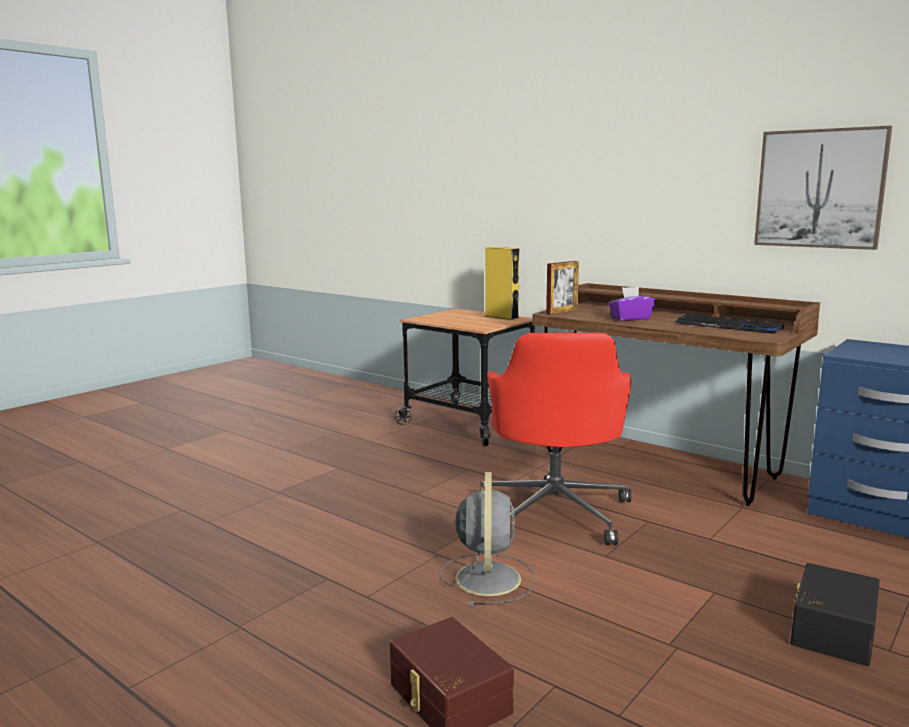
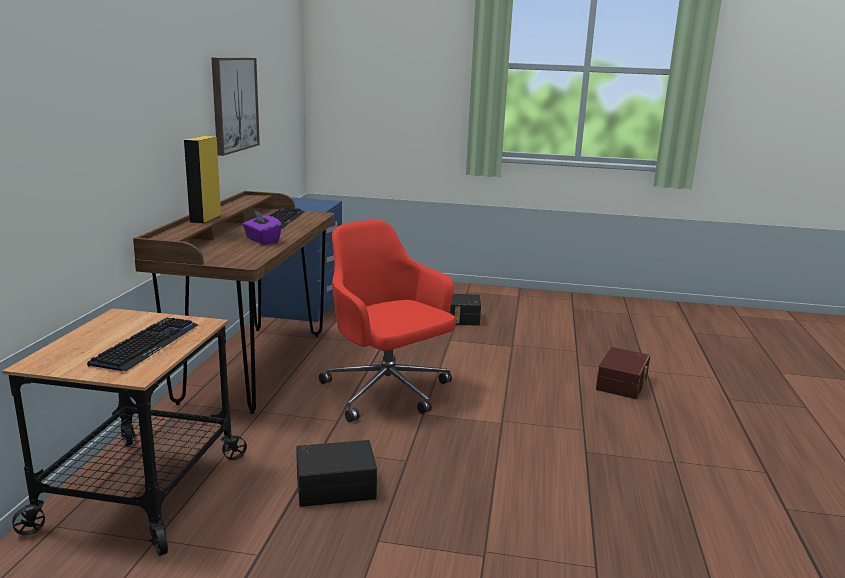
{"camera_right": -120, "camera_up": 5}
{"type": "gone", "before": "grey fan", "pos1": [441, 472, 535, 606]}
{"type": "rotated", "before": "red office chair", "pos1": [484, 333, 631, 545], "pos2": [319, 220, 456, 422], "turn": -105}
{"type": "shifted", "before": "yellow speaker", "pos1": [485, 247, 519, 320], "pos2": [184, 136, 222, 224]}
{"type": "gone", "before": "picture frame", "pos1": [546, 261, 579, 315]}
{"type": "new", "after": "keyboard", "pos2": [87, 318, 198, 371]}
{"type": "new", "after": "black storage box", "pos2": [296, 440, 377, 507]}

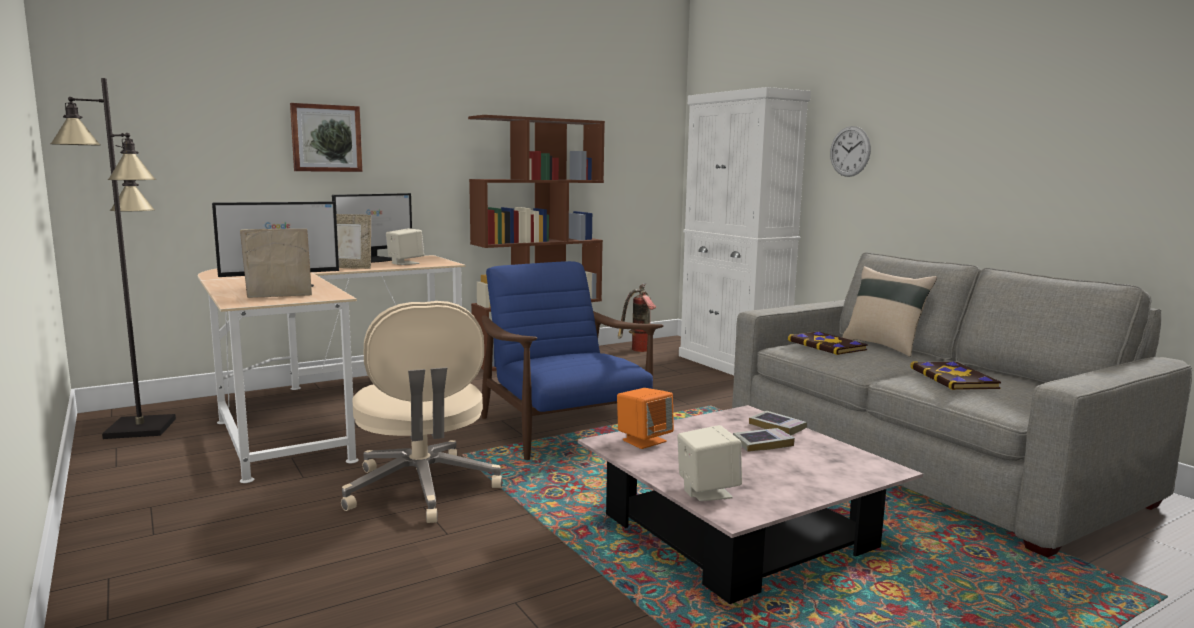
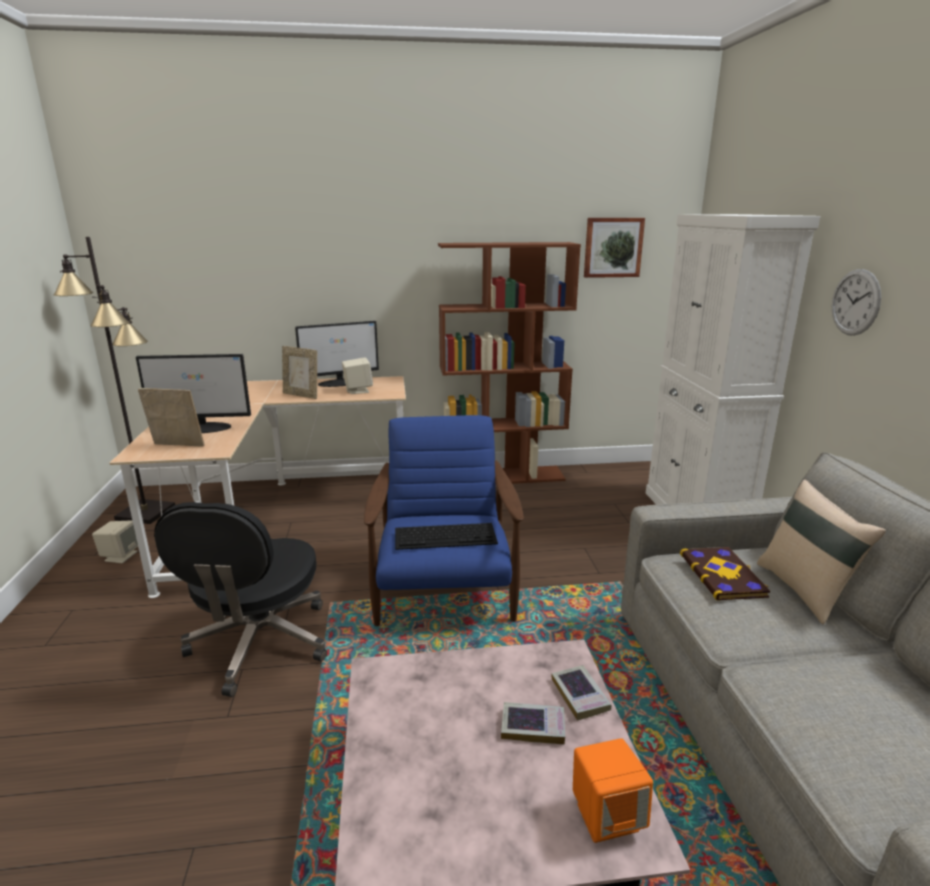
{"camera_right": 25, "camera_up": 10}
{"type": "shifted", "before": "picture", "pos1": [290, 103, 362, 172], "pos2": [584, 218, 645, 278]}
{"type": "repainted", "before": "beige office chair", "after": "black office chair", "pos1": [341, 301, 502, 523], "pos2": [154, 502, 327, 697]}
{"type": "shifted", "before": "orange speaker", "pos1": [617, 388, 674, 449], "pos2": [573, 738, 653, 843]}
{"type": "gone", "before": "fire extinguisher", "pos1": [618, 284, 657, 352]}
{"type": "shifted", "before": "beige speaker", "pos1": [677, 425, 742, 501], "pos2": [92, 521, 138, 563]}
{"type": "gone", "before": "book", "pos1": [910, 361, 1001, 390]}
{"type": "new", "after": "keyboard", "pos2": [395, 523, 498, 550]}

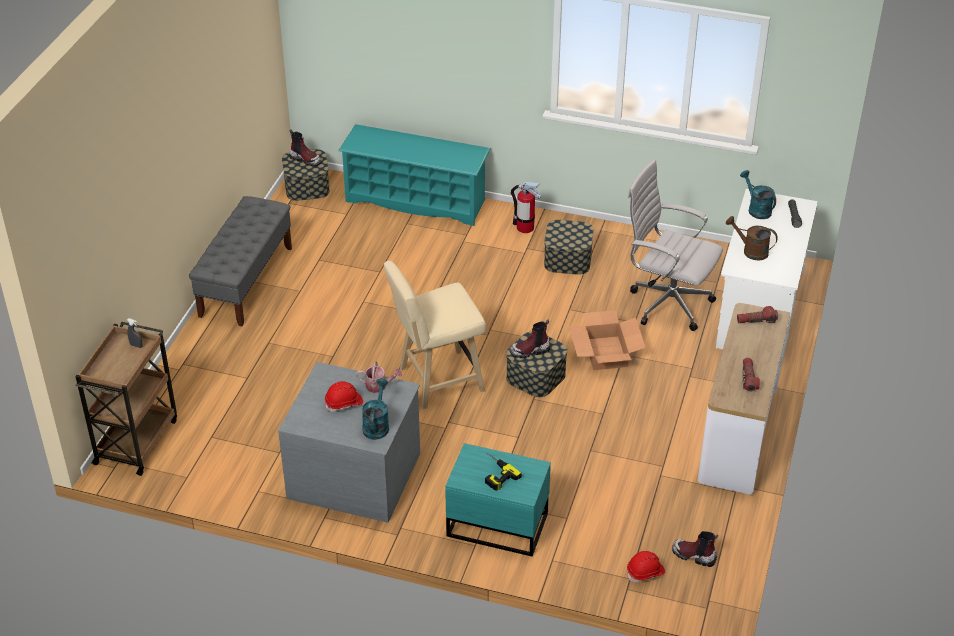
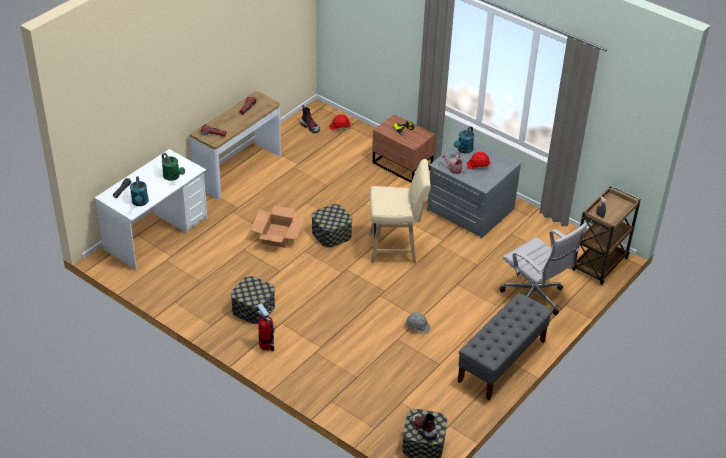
{"camera_right": -160, "camera_up": 0}
{"type": "gone", "before": "turquoise shoe rack", "pos1": [338, 124, 491, 226]}
{"type": "repainted", "before": "turquoise nightstand", "after": "brown nightstand", "pos1": [445, 443, 551, 557], "pos2": [372, 114, 435, 182]}
{"type": "gone", "before": "boot", "pos1": [510, 320, 550, 358]}
{"type": "shifted", "before": "white office chair", "pos1": [628, 159, 723, 331], "pos2": [500, 223, 587, 315]}
{"type": "repainted", "before": "brown watering can", "after": "green watering can", "pos1": [726, 216, 778, 261], "pos2": [162, 153, 185, 181]}
{"type": "new", "after": "grey hard hat", "pos2": [405, 312, 430, 334]}

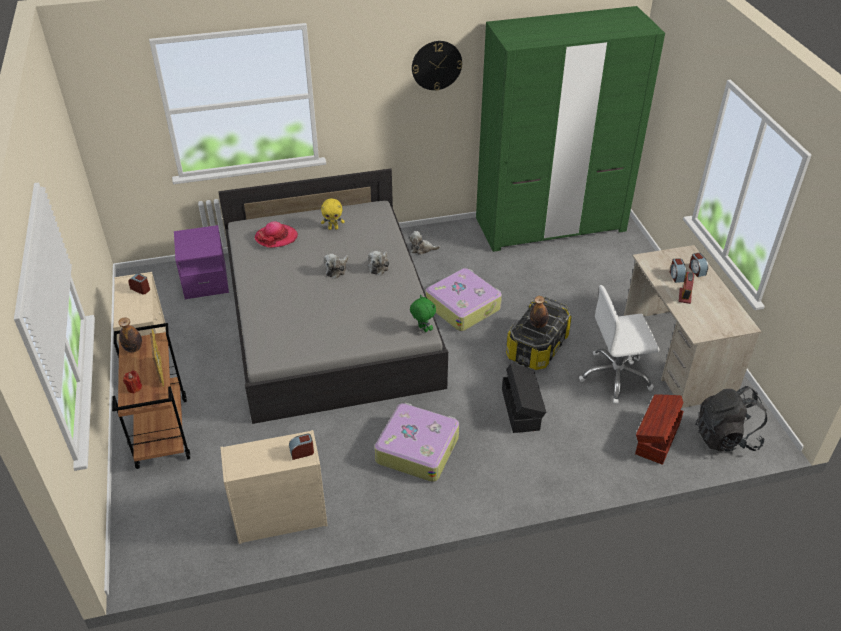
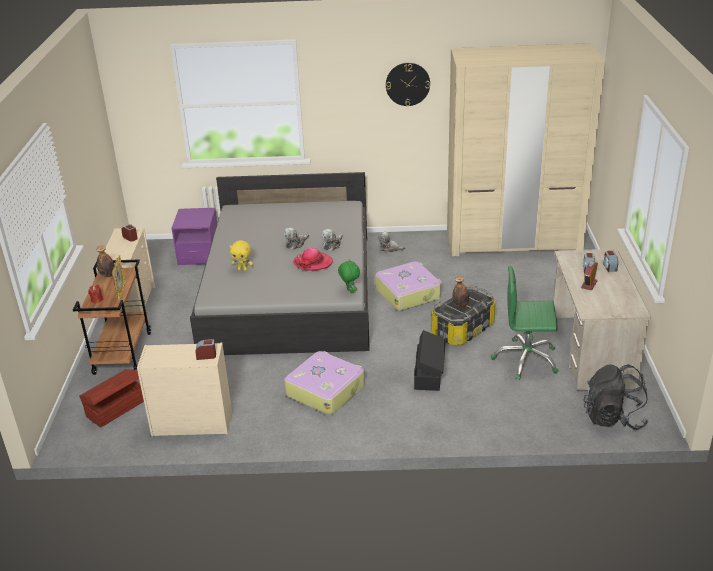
{"camera_right": 15, "camera_up": -10}
{"type": "shifted", "before": "hat", "pos1": [255, 221, 298, 248], "pos2": [293, 248, 333, 271]}
{"type": "shifted", "before": "yellow plush toy", "pos1": [321, 198, 345, 230], "pos2": [230, 240, 253, 271]}
{"type": "repainted", "before": "green wardrobe", "after": "beige wardrobe", "pos1": [476, 6, 665, 252], "pos2": [447, 43, 606, 257]}
{"type": "repainted", "before": "white office chair", "after": "green office chair", "pos1": [579, 285, 660, 404], "pos2": [491, 266, 559, 380]}
{"type": "shifted", "before": "brown storage box", "pos1": [635, 394, 684, 465], "pos2": [79, 369, 144, 428]}

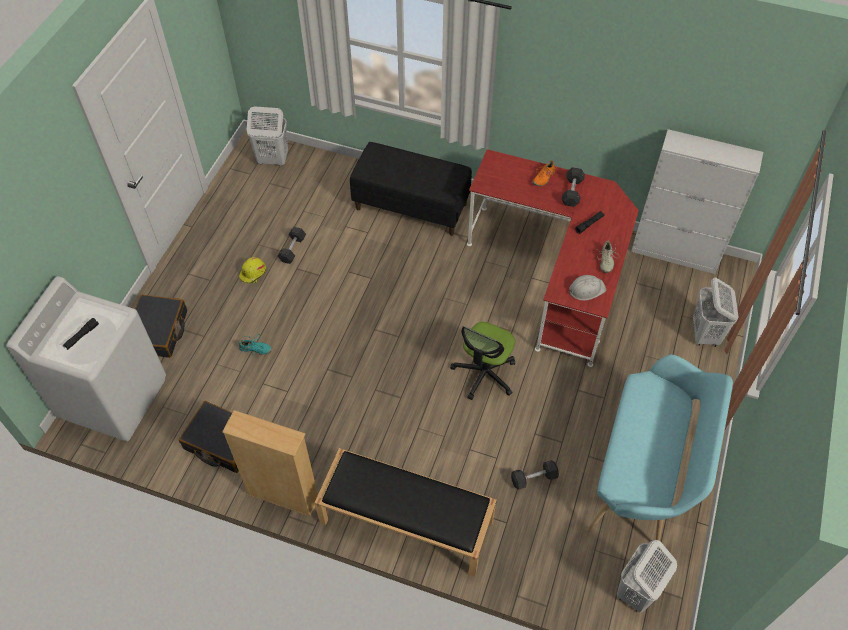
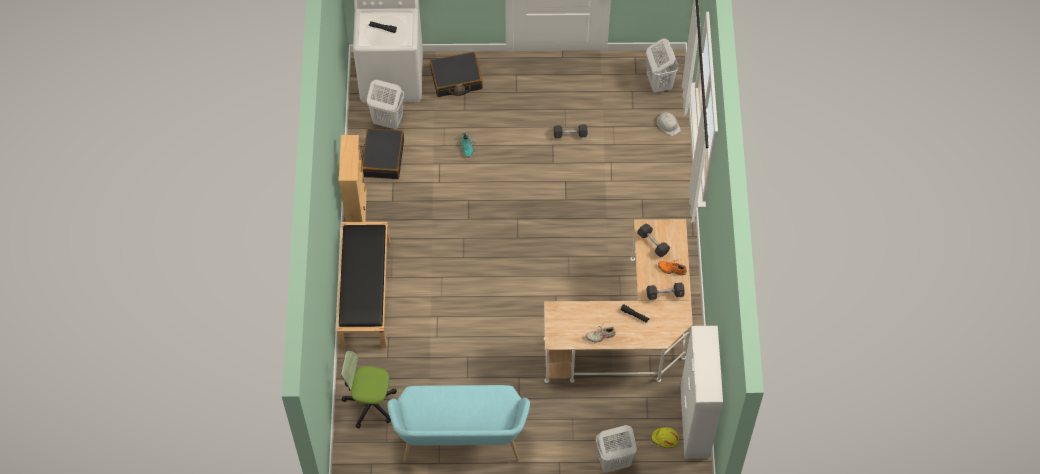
{"camera_right": 70, "camera_up": 5}
{"type": "shifted", "before": "yellow hard hat", "pos1": [239, 257, 266, 283], "pos2": [652, 427, 679, 448]}
{"type": "gone", "before": "black bench", "pos1": [350, 142, 472, 236]}
{"type": "shifted", "before": "office chair", "pos1": [450, 322, 515, 400], "pos2": [341, 350, 397, 429]}
{"type": "repainted", "before": "red desk", "after": "beige desk", "pos1": [467, 149, 639, 367], "pos2": [544, 219, 693, 383]}
{"type": "shifted", "before": "grey dumbbell", "pos1": [511, 460, 559, 489], "pos2": [637, 223, 670, 257]}
{"type": "shifted", "before": "white hard hat", "pos1": [568, 275, 606, 301], "pos2": [657, 112, 681, 136]}
{"type": "shifted", "before": "white laundry basket", "pos1": [617, 540, 677, 613], "pos2": [367, 80, 404, 129]}

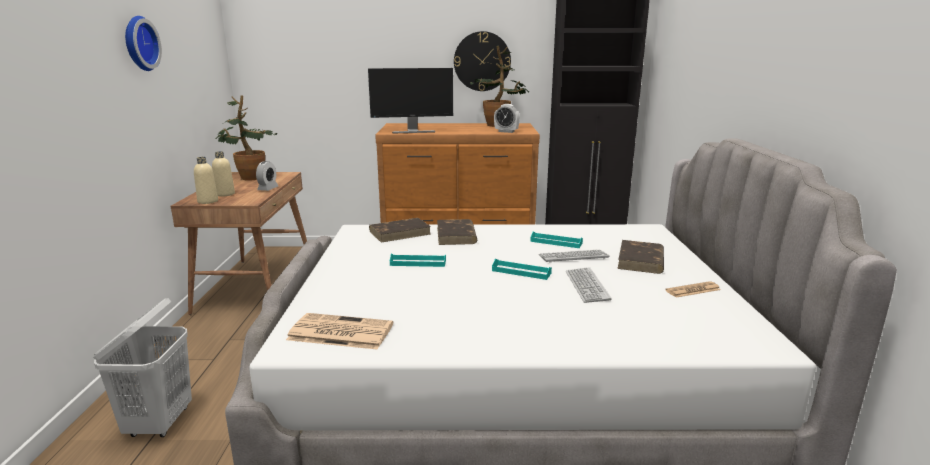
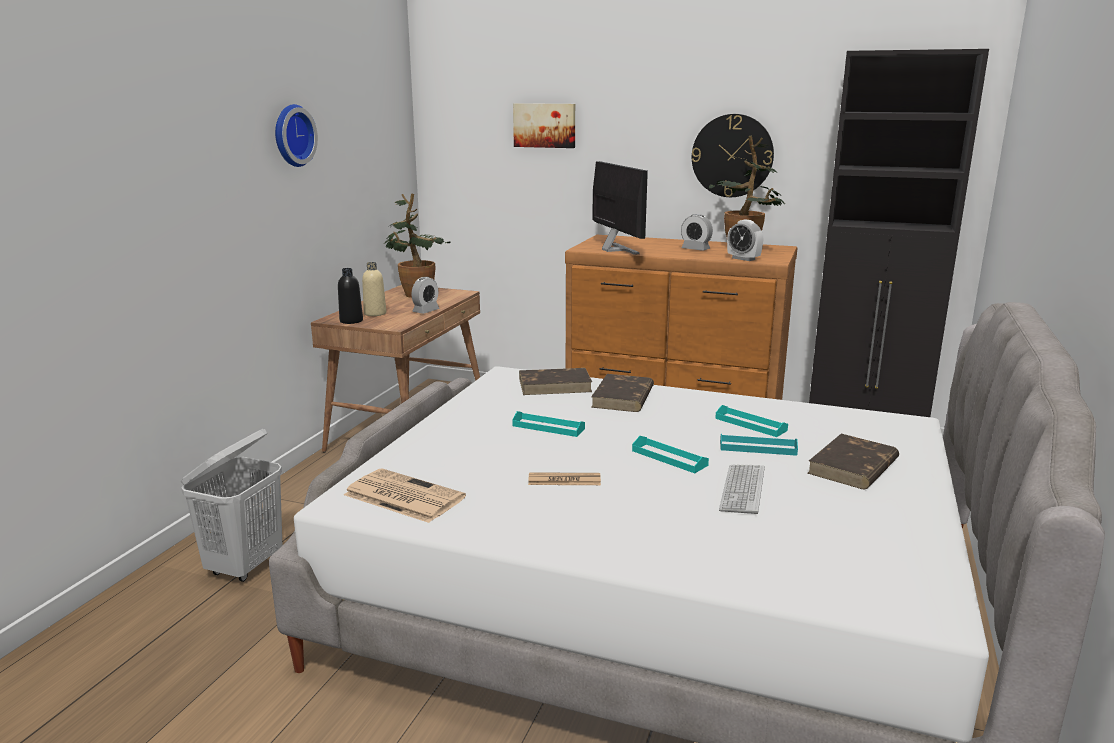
{"camera_right": 20, "camera_up": 0}
{"type": "repainted", "before": "beige bottle", "after": "black bottle", "pos1": [194, 157, 218, 204], "pos2": [338, 268, 363, 324]}
{"type": "rotated", "before": "monitor", "pos1": [368, 68, 453, 134], "pos2": [592, 161, 648, 255], "turn": -120}
{"type": "swapped", "before": "keyboard", "after": "turquoise tray", "pos1": [539, 250, 609, 263], "pos2": [720, 434, 798, 456]}
{"type": "shifted", "before": "newspaper", "pos1": [665, 281, 721, 298], "pos2": [528, 472, 601, 485]}
{"type": "new", "after": "picture", "pos2": [513, 103, 575, 148]}
{"type": "new", "after": "alarm clock", "pos2": [681, 214, 713, 251]}

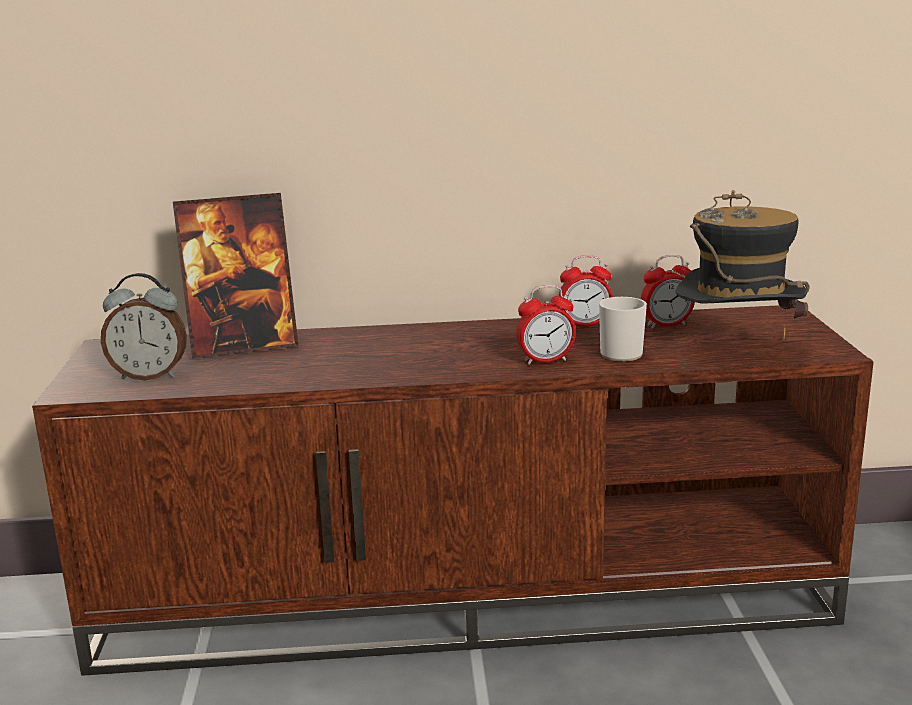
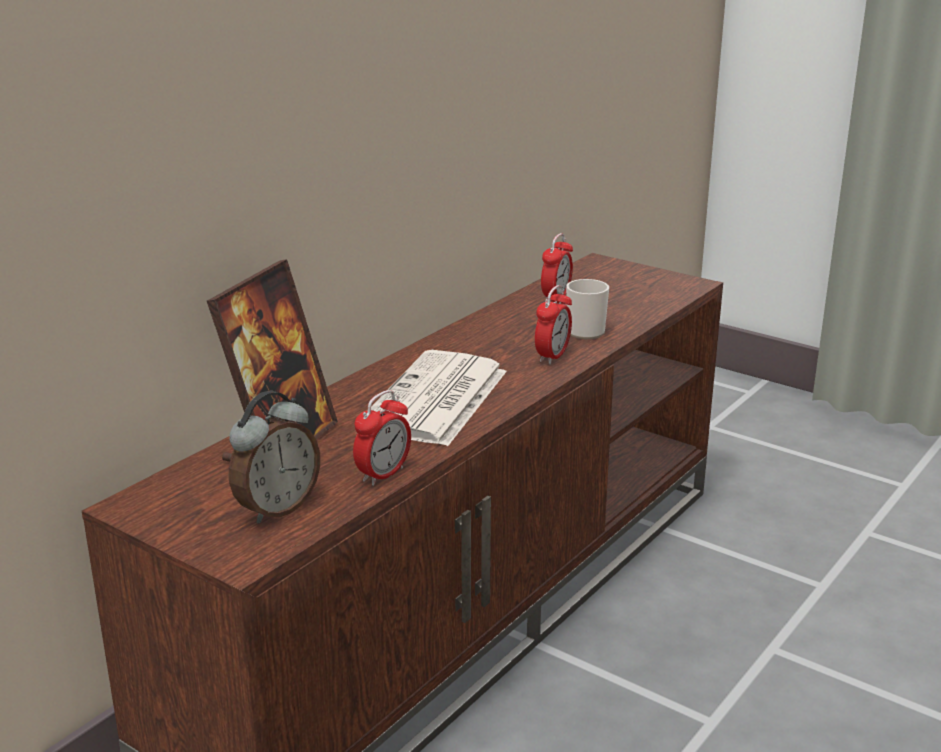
{"camera_right": -50, "camera_up": 5}
{"type": "shifted", "before": "alarm clock", "pos1": [559, 255, 613, 326], "pos2": [353, 390, 411, 486]}
{"type": "gone", "before": "hat", "pos1": [676, 190, 810, 340]}
{"type": "new", "after": "newspaper", "pos2": [371, 350, 507, 446]}

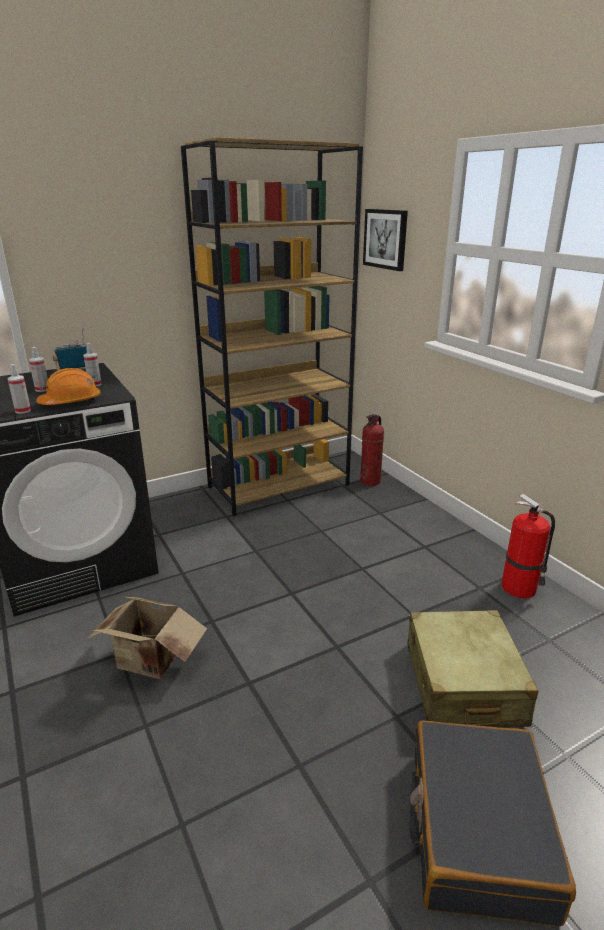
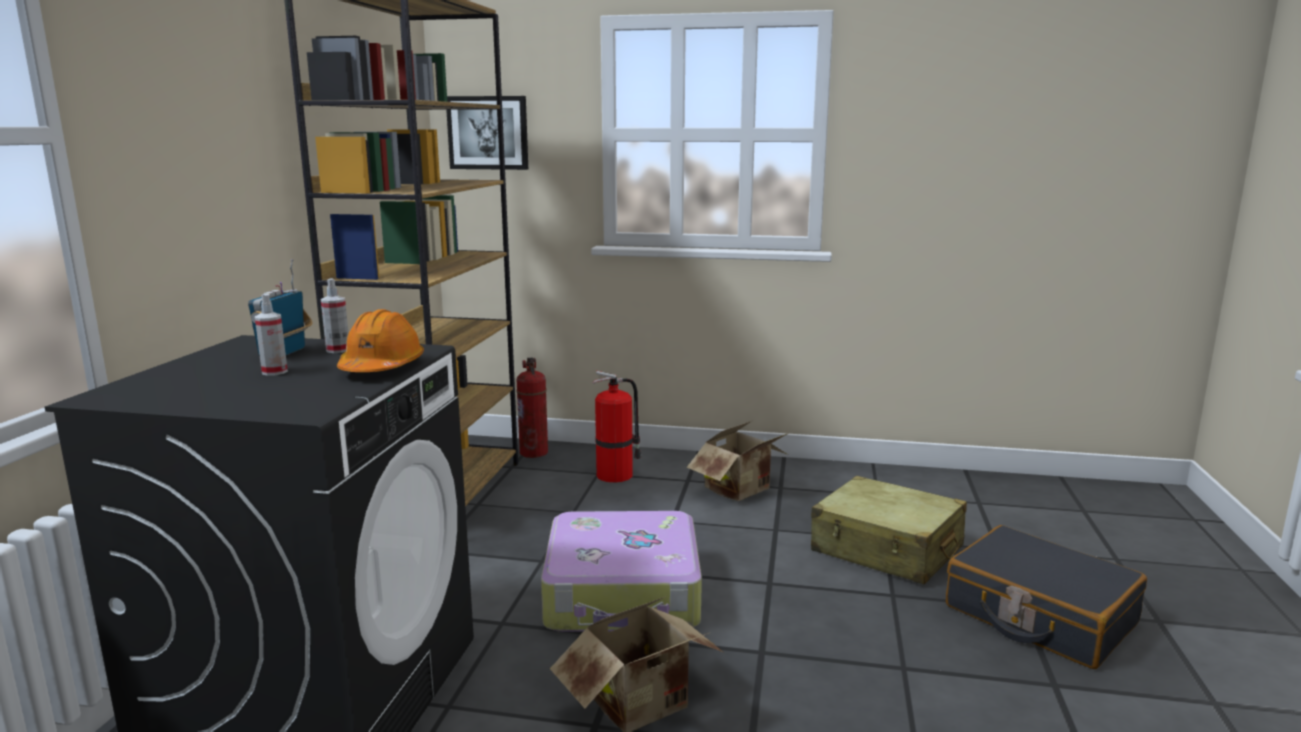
{"camera_right": -50, "camera_up": -10}
{"type": "gone", "before": "spray bottle", "pos1": [7, 364, 31, 414]}
{"type": "shifted", "before": "fire extinguisher", "pos1": [501, 494, 555, 598], "pos2": [592, 371, 642, 483]}
{"type": "new", "after": "suitcase", "pos2": [541, 511, 702, 632]}
{"type": "new", "after": "cardboard box", "pos2": [686, 421, 789, 501]}

